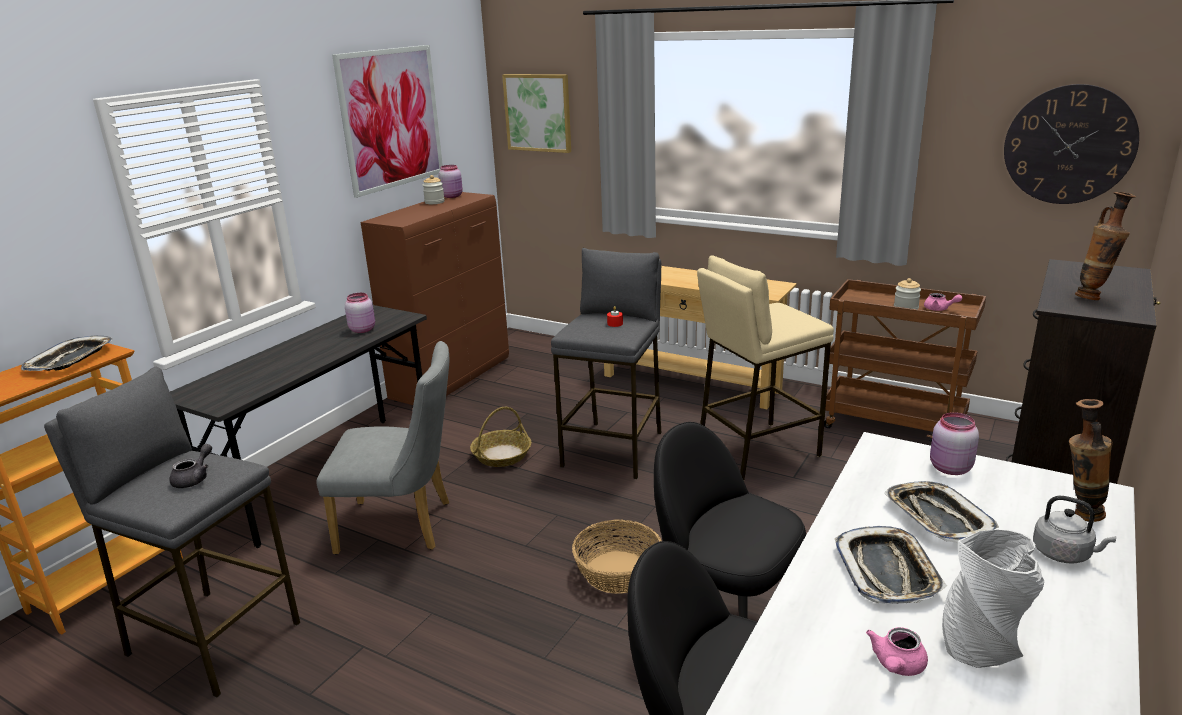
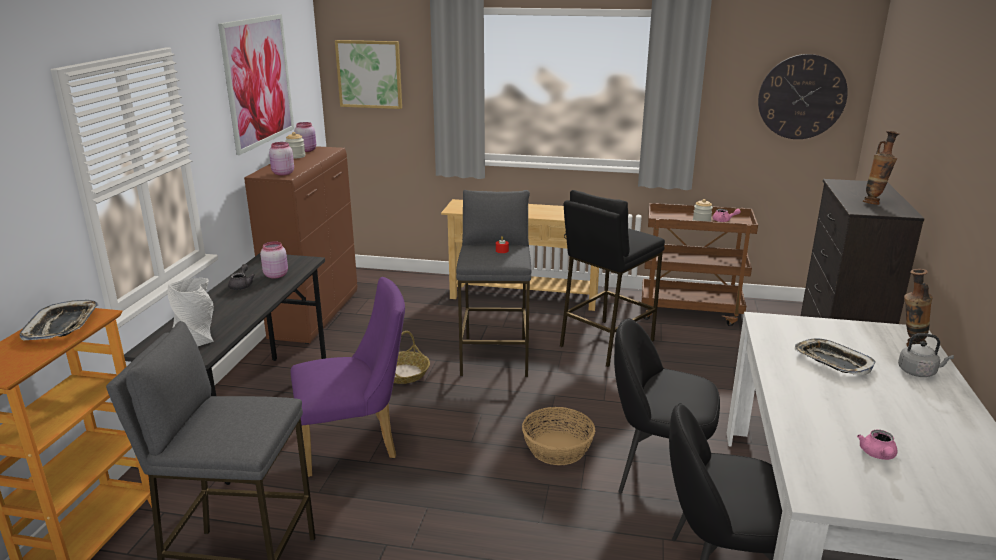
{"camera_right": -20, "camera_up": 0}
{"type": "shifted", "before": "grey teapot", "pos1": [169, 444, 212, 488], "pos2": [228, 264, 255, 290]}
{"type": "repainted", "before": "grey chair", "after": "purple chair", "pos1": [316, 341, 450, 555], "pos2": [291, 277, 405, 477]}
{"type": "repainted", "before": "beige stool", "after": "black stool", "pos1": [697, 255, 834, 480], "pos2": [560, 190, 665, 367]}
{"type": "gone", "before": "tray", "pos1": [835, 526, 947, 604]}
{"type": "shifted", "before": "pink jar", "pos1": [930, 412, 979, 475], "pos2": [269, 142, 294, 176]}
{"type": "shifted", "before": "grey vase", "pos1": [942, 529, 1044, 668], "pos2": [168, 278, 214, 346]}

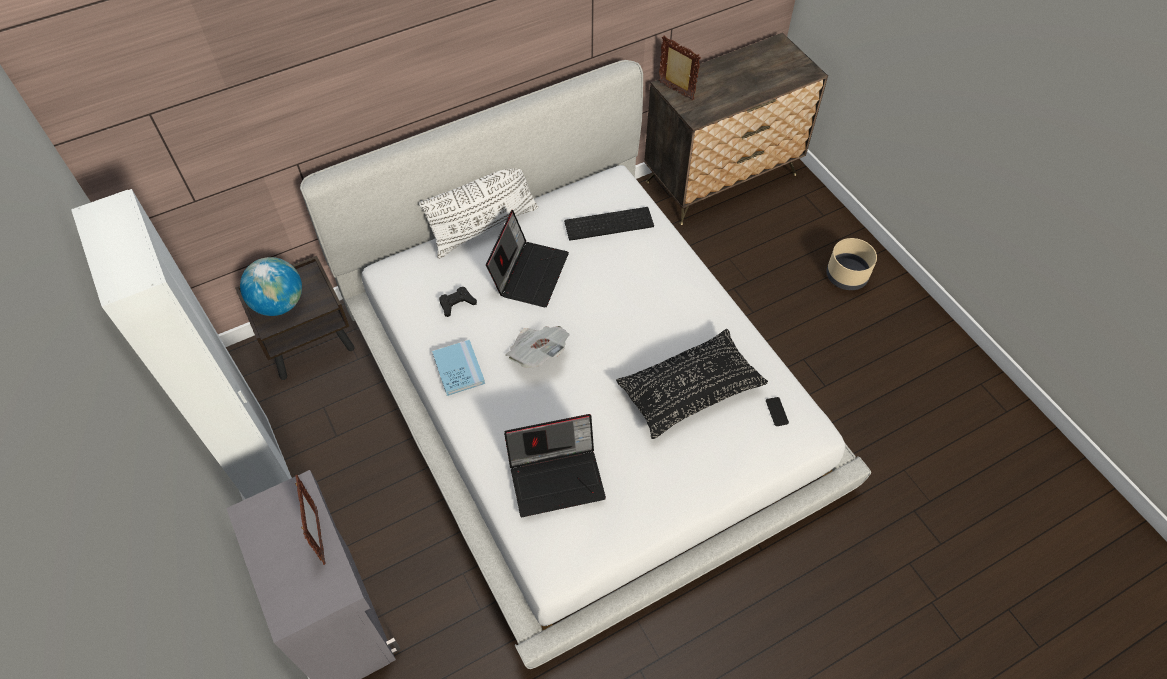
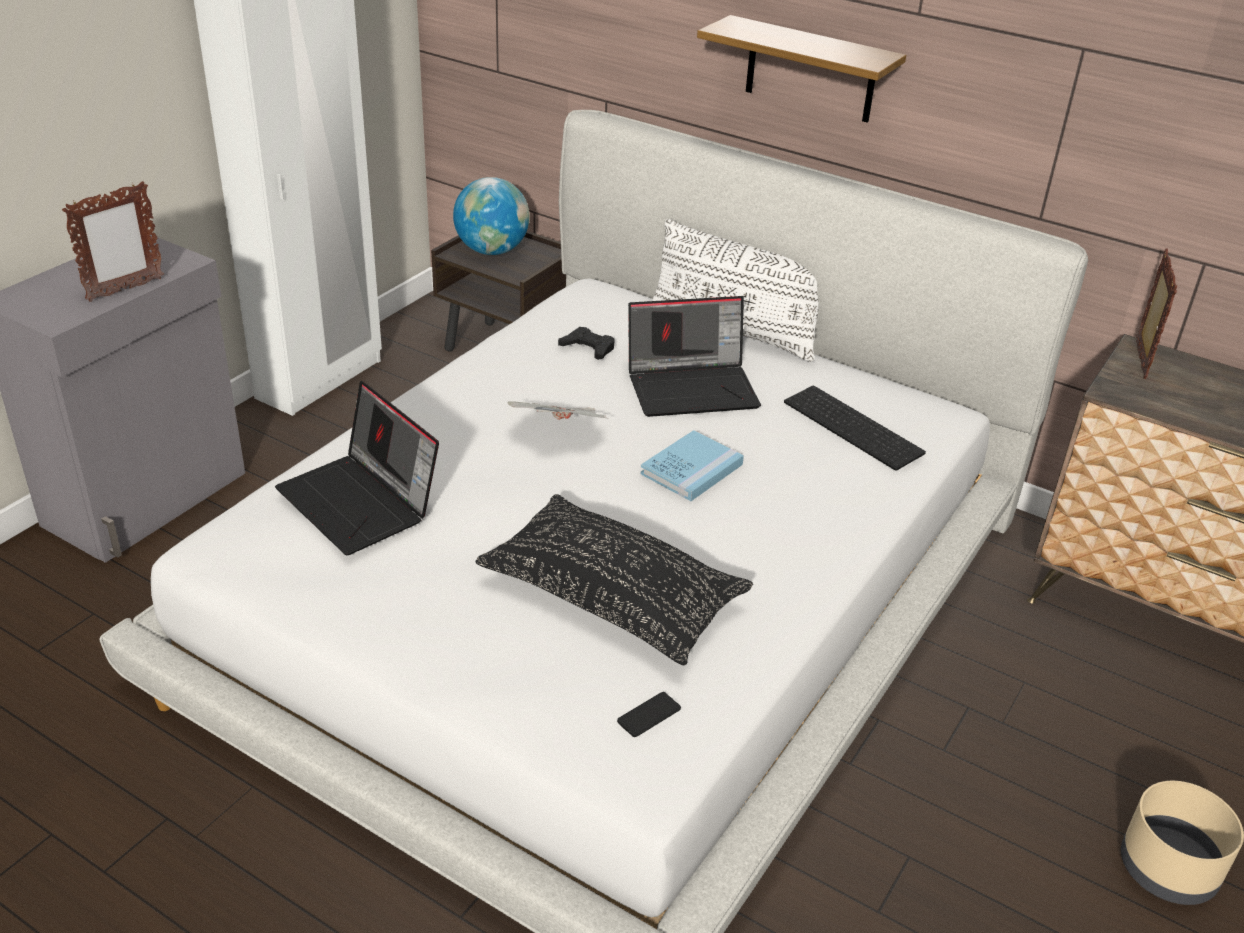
{"camera_right": 60, "camera_up": -20}
{"type": "shifted", "before": "blue book", "pos1": [432, 340, 485, 396], "pos2": [640, 430, 744, 501]}
{"type": "new", "after": "shelf", "pos2": [697, 15, 906, 123]}

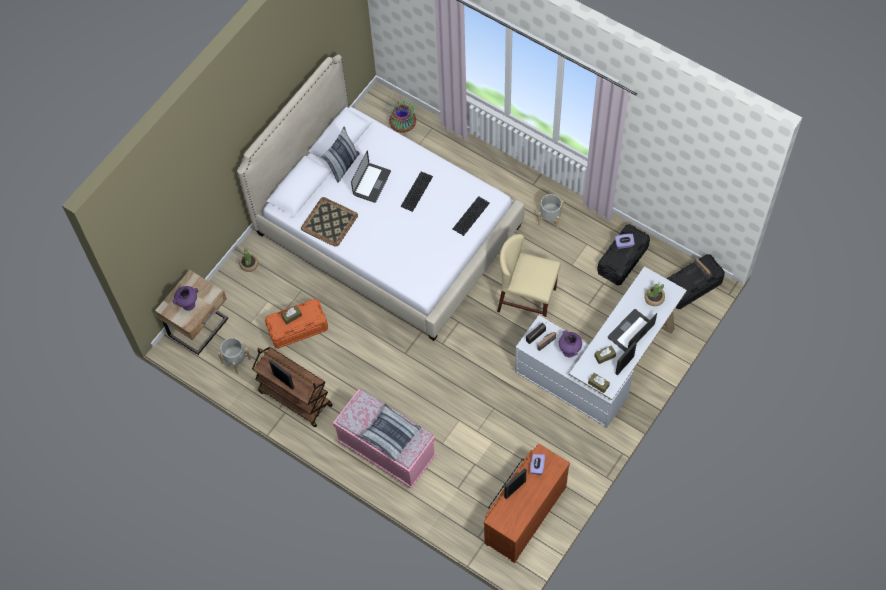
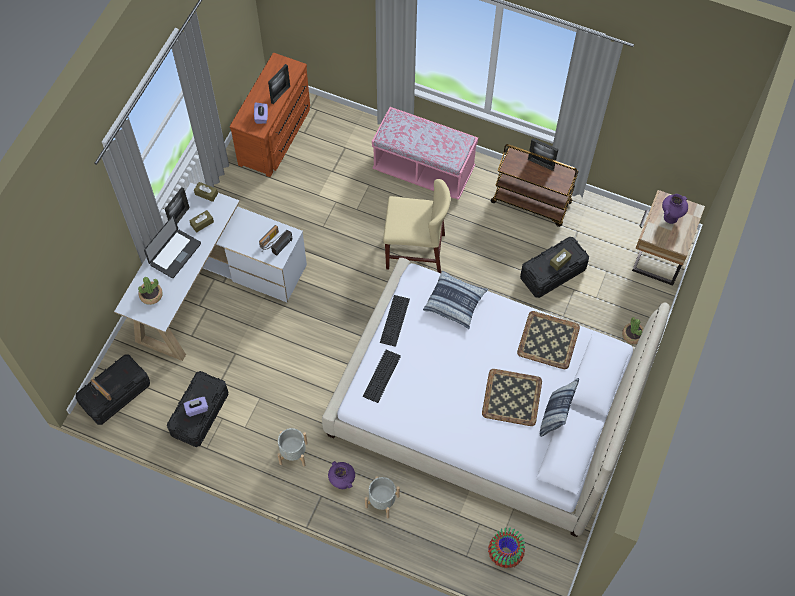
{"camera_right": 165, "camera_up": 0}
{"type": "shifted", "before": "grey planter", "pos1": [218, 338, 251, 374], "pos2": [365, 476, 400, 518]}
{"type": "repainted", "before": "orange storage box", "after": "black storage box", "pos1": [265, 299, 328, 349], "pos2": [520, 237, 589, 298]}
{"type": "swapped", "before": "laptop", "after": "tray", "pos1": [351, 150, 391, 203], "pos2": [482, 369, 542, 426]}
{"type": "shifted", "before": "pillow", "pos1": [359, 403, 421, 461], "pos2": [423, 271, 488, 329]}
{"type": "shifted", "before": "keyboard", "pos1": [400, 171, 433, 212], "pos2": [380, 295, 410, 347]}
{"type": "shifted", "before": "beige chair", "pos1": [497, 234, 561, 317], "pos2": [383, 179, 451, 273]}
{"type": "shifted", "before": "purple vase", "pos1": [559, 331, 582, 358], "pos2": [328, 461, 355, 489]}

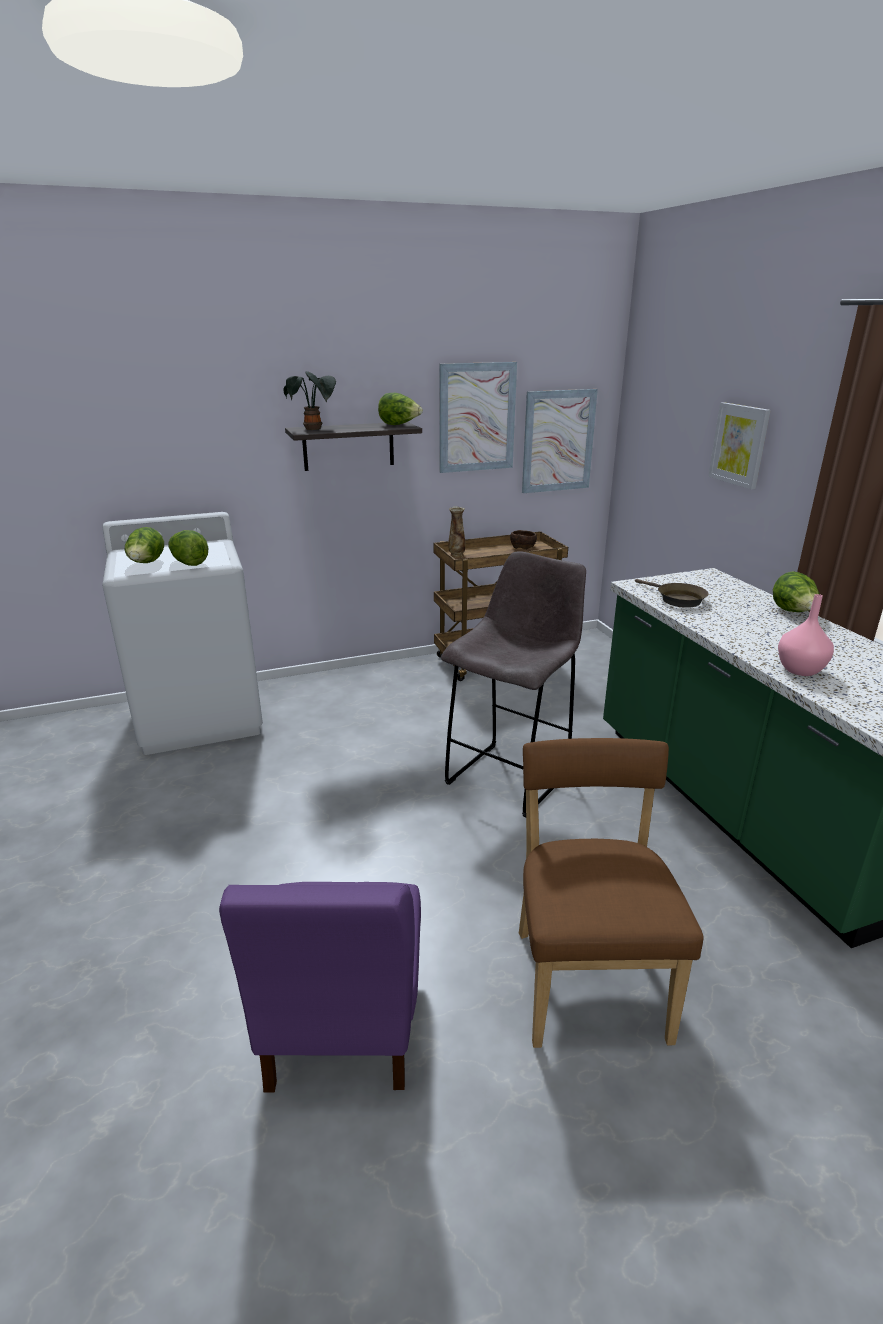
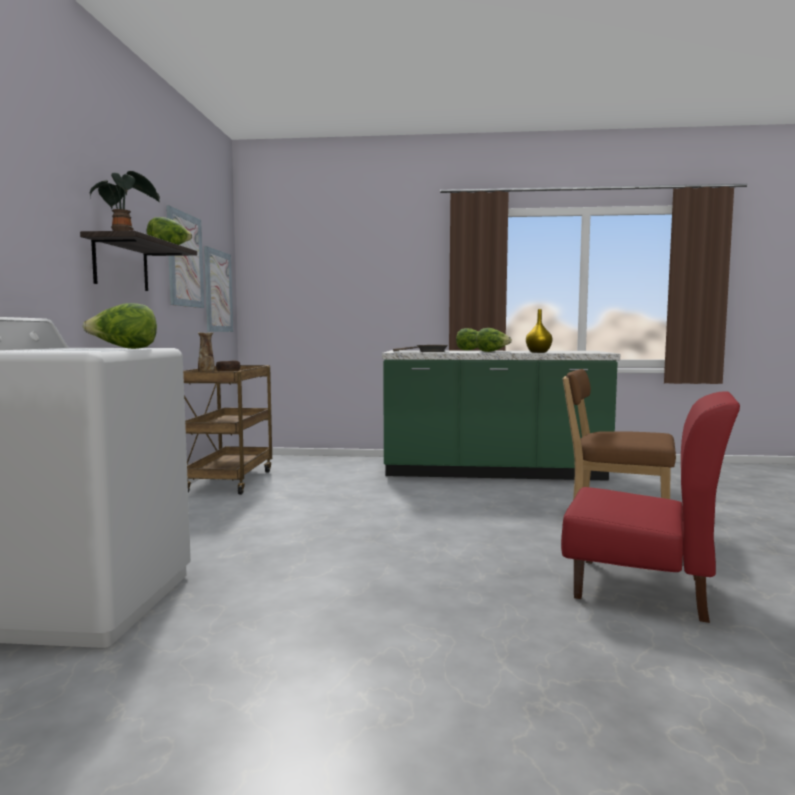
{"camera_right": -65, "camera_up": -20}
{"type": "shifted", "before": "lettuce", "pos1": [125, 527, 164, 563], "pos2": [476, 328, 512, 352]}
{"type": "repainted", "before": "purple chair", "after": "red chair", "pos1": [219, 882, 421, 1093], "pos2": [561, 391, 740, 623]}
{"type": "gone", "before": "grey stool", "pos1": [441, 551, 586, 818]}
{"type": "gone", "before": "picture", "pos1": [708, 402, 771, 489]}
{"type": "repainted", "before": "pink vase", "after": "yellow vase", "pos1": [778, 594, 834, 676], "pos2": [526, 309, 552, 353]}

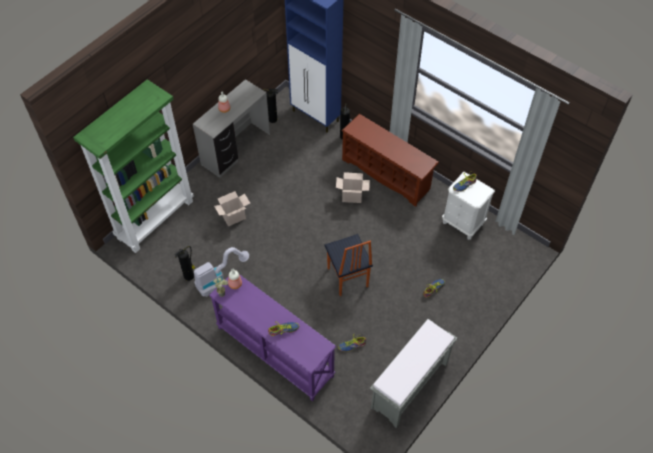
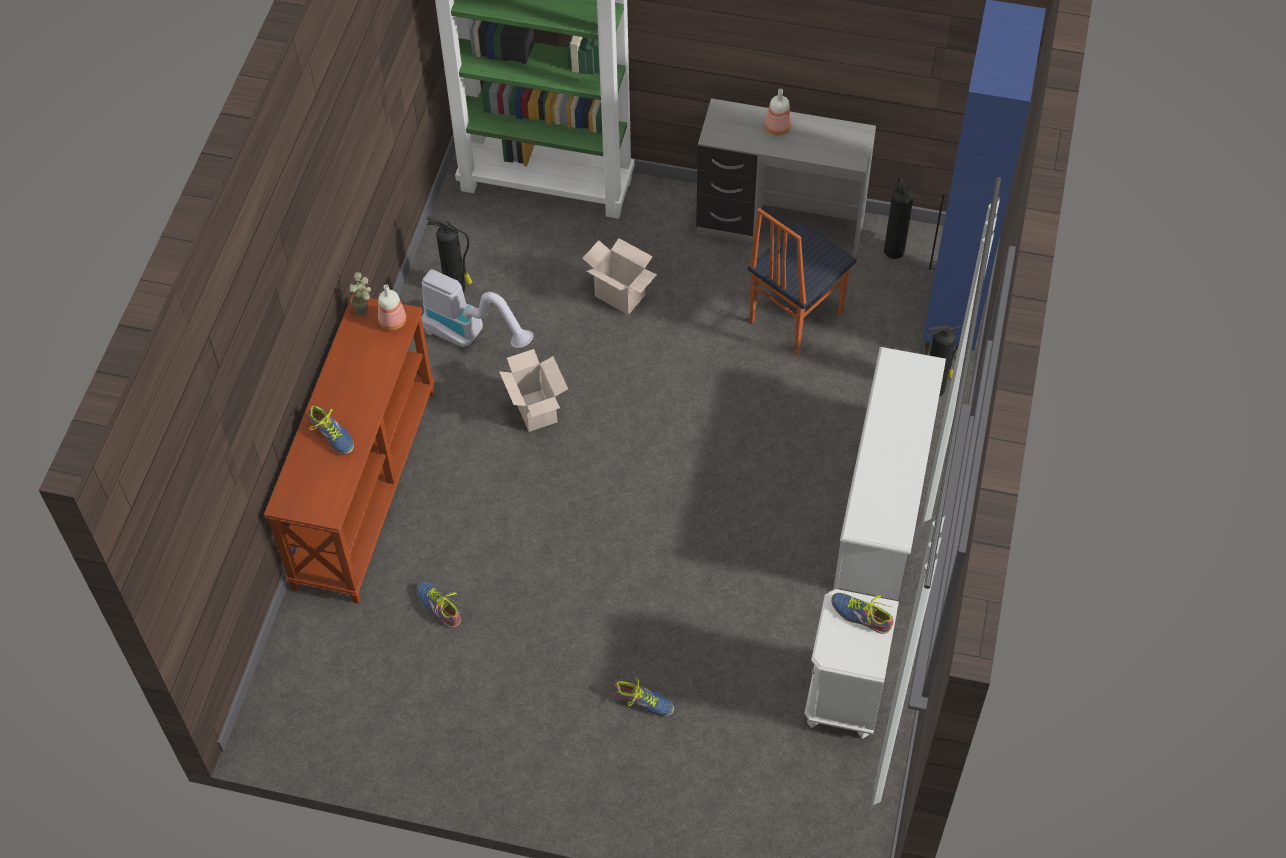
{"camera_right": 65, "camera_up": 0}
{"type": "repainted", "before": "purple console table", "after": "brown console table", "pos1": [210, 274, 336, 401], "pos2": [264, 295, 435, 604]}
{"type": "shifted", "before": "chair", "pos1": [324, 234, 373, 296], "pos2": [748, 208, 857, 356]}
{"type": "shifted", "before": "cardboard box", "pos1": [336, 172, 370, 203], "pos2": [499, 349, 568, 432]}
{"type": "repainted", "before": "brown shoe rack", "after": "white shoe rack", "pos1": [342, 114, 439, 207], "pos2": [833, 347, 946, 600]}
{"type": "gone", "before": "grey bench", "pos1": [370, 319, 457, 428]}

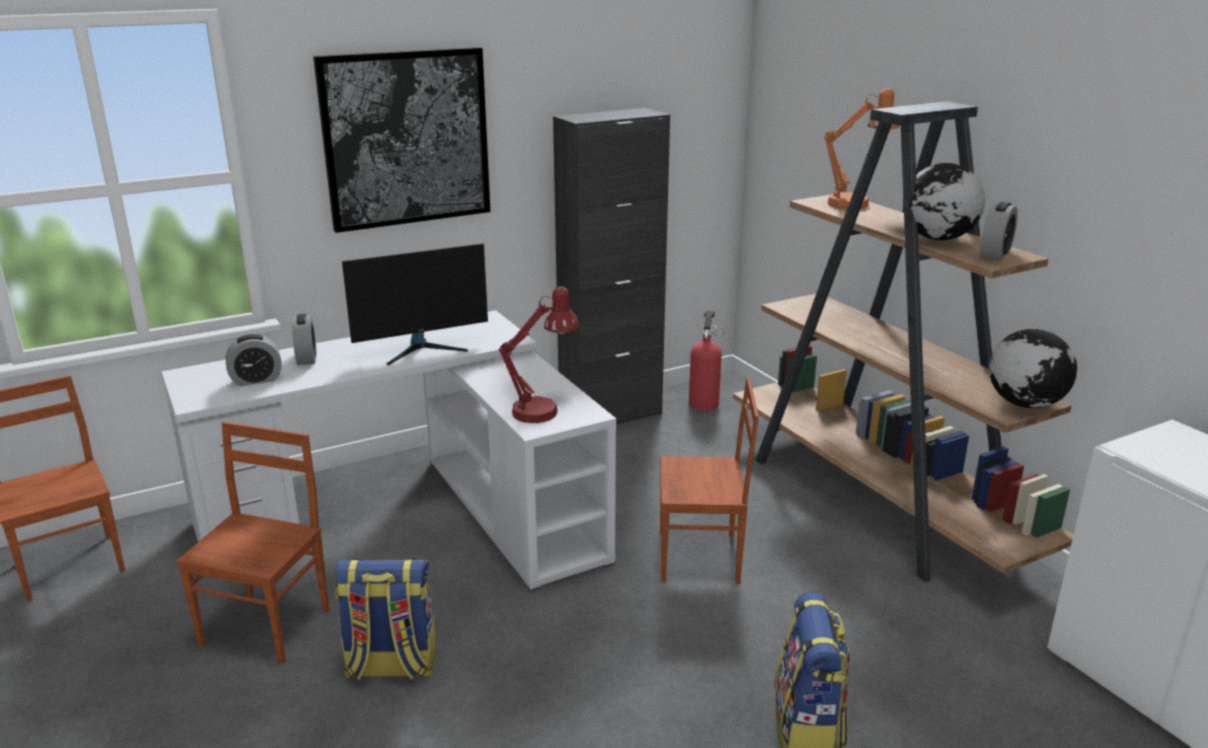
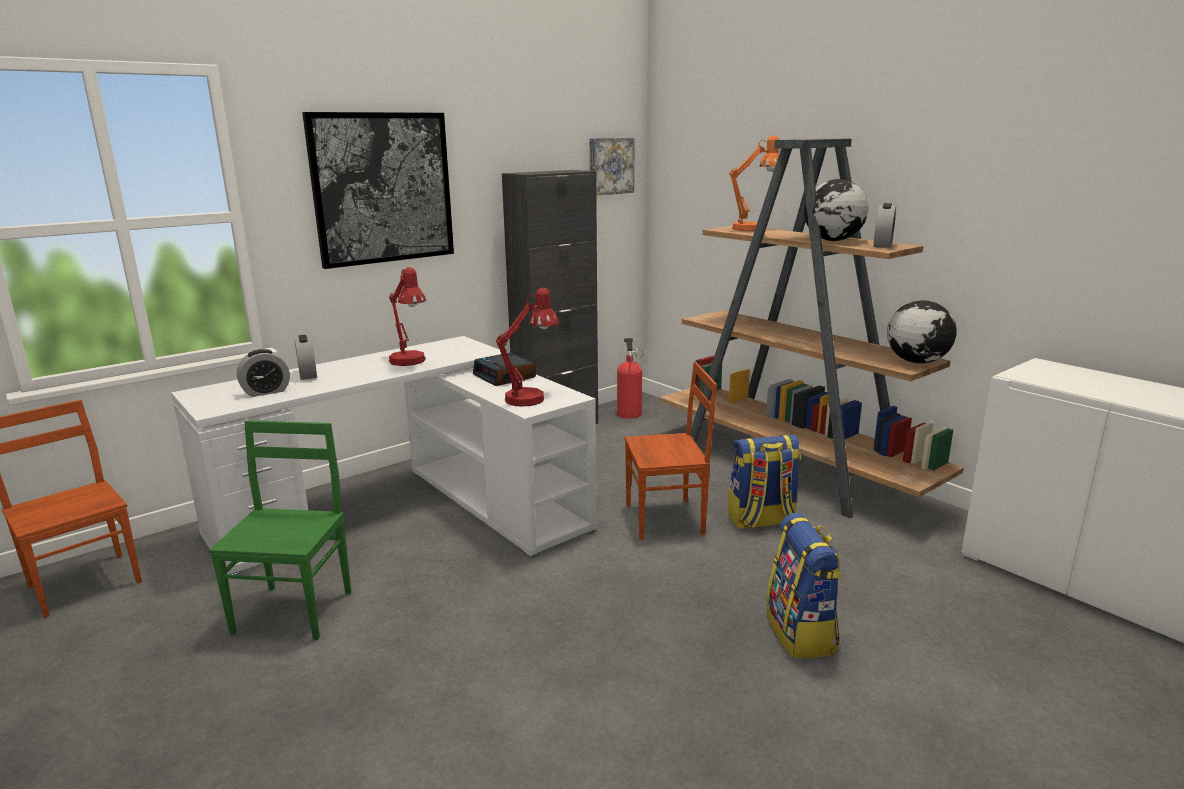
{"camera_right": -10, "camera_up": -5}
{"type": "repainted", "before": "brown chair", "after": "green chair", "pos1": [176, 422, 330, 664], "pos2": [209, 420, 351, 640]}
{"type": "shifted", "before": "backpack", "pos1": [335, 559, 436, 680], "pos2": [728, 435, 801, 529]}
{"type": "swapped", "before": "monitor", "after": "red table lamp", "pos1": [342, 243, 488, 365], "pos2": [389, 267, 426, 366]}
{"type": "new", "after": "alarm clock", "pos2": [473, 353, 536, 386]}
{"type": "new", "after": "picture", "pos2": [589, 138, 635, 196]}

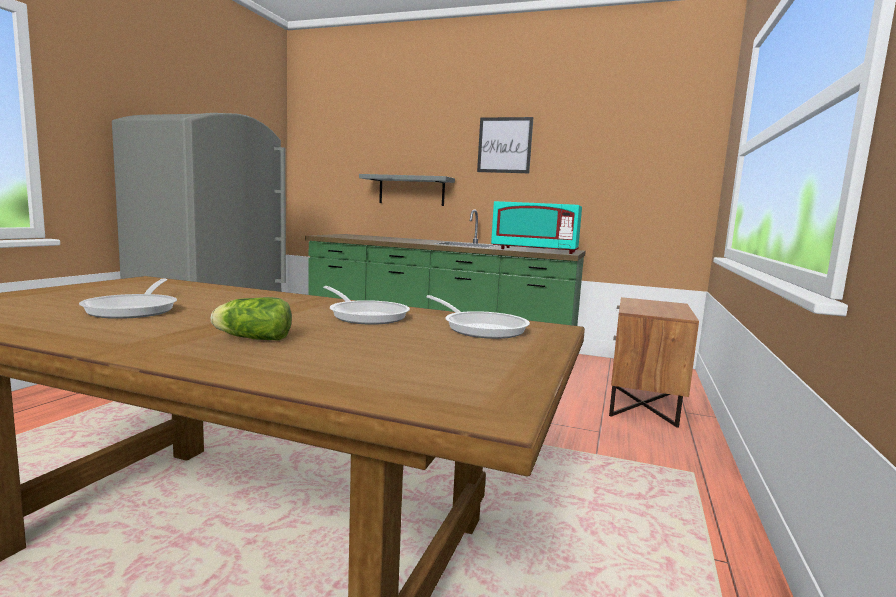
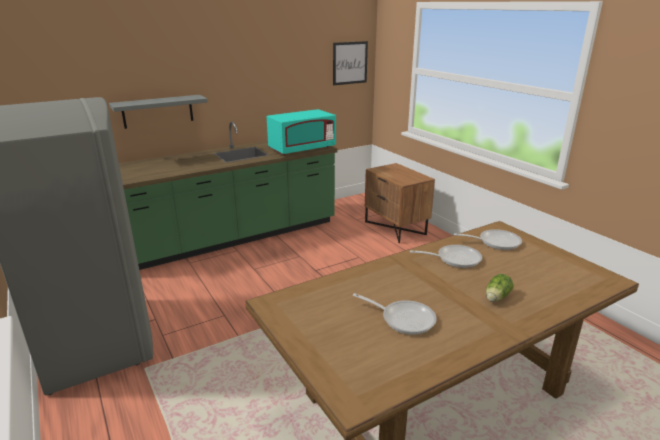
{"camera_right": -50, "camera_up": 15}
{"type": "shifted", "before": "picture", "pos1": [477, 117, 534, 173], "pos2": [333, 41, 368, 85]}

